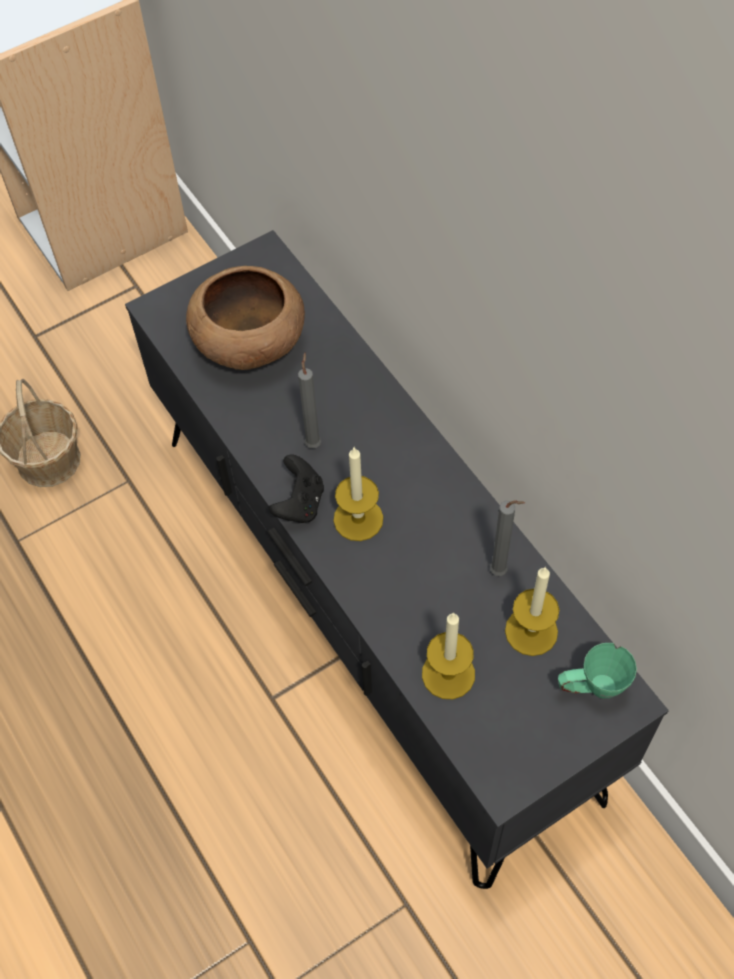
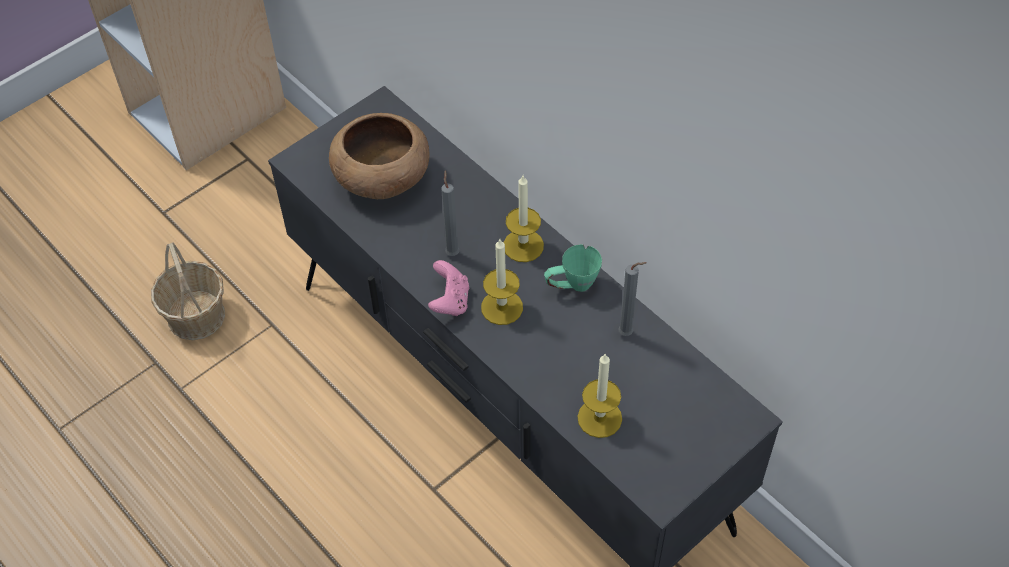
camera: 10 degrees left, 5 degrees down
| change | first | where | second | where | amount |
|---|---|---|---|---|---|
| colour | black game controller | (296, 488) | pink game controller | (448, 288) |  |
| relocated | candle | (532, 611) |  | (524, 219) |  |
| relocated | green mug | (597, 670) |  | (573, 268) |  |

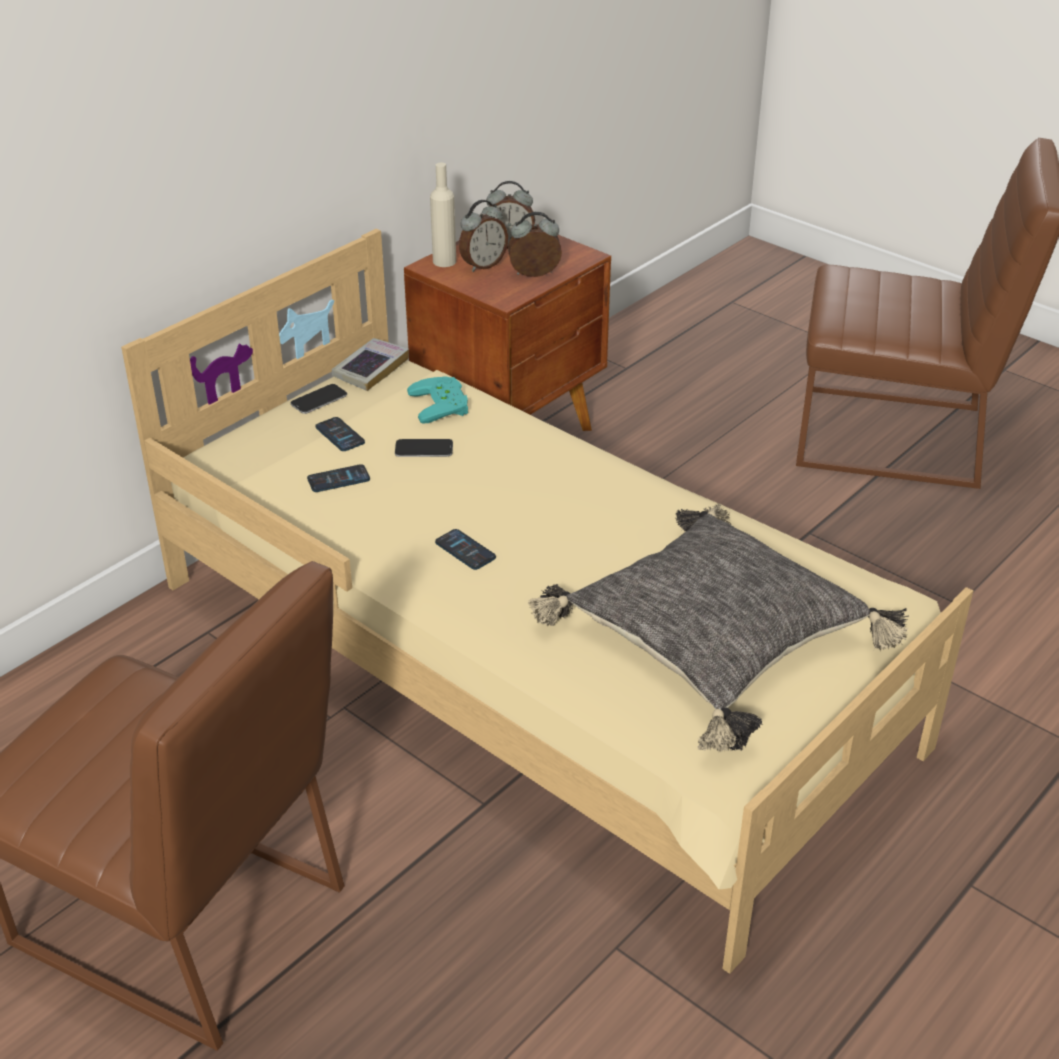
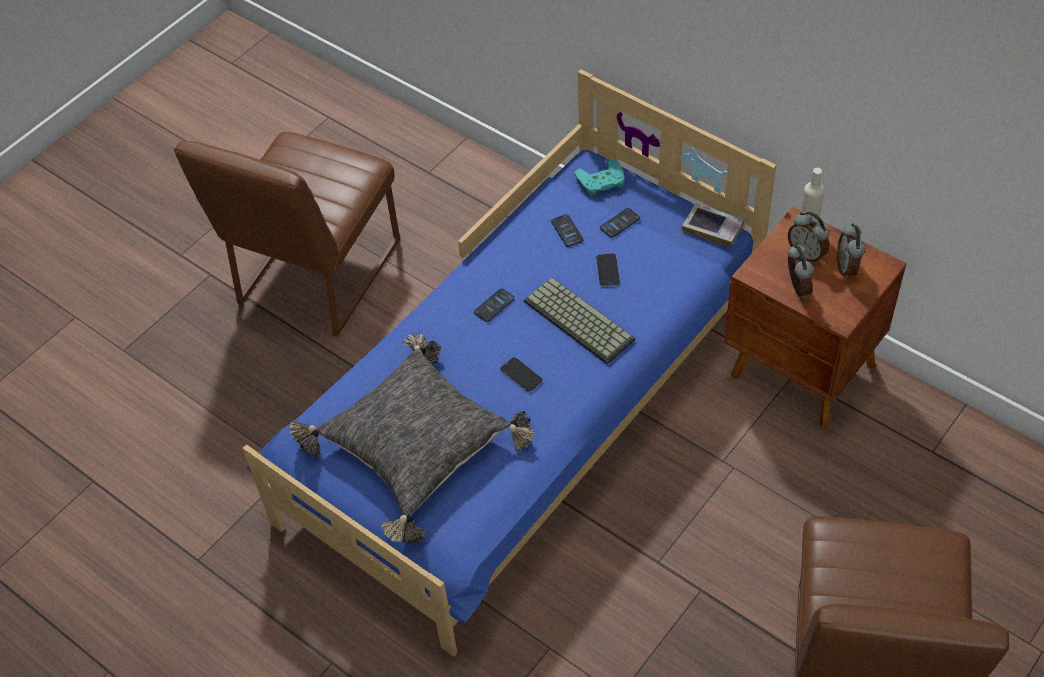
camera: 90 degrees right, 15 degrees up
| change | first | where | second | where | amount |
|---|---|---|---|---|---|
| colour | beige bed | (547, 601) | blue bed | (509, 363) |  |
| relocated | phone | (318, 399) |  | (521, 374) |  |
| appeared |  |  | keyboard | (579, 320) |  |
| relocated | turquoise game controller | (437, 400) |  | (599, 177) |  |

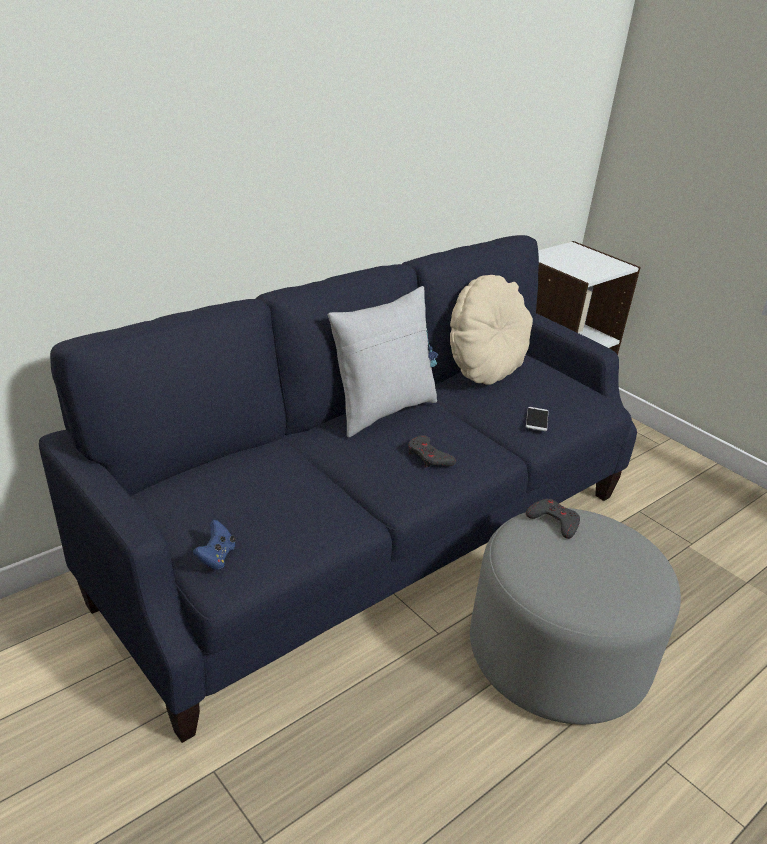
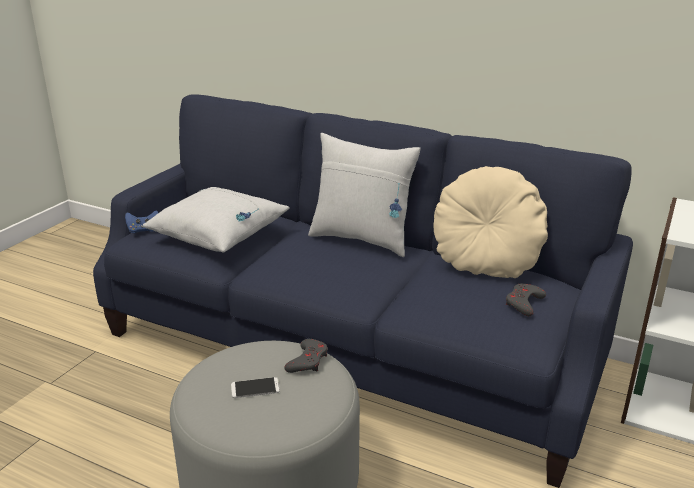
camera: 70 degrees right, 5 degrees down
| change | first | where | second | where | amount |
|---|---|---|---|---|---|
| appeared |  |  | grey pillow | (216, 220) |  |
| relocated | phone | (537, 419) |  | (255, 387) |  |
| relocated | grey game controller | (432, 451) |  | (526, 300) |  |

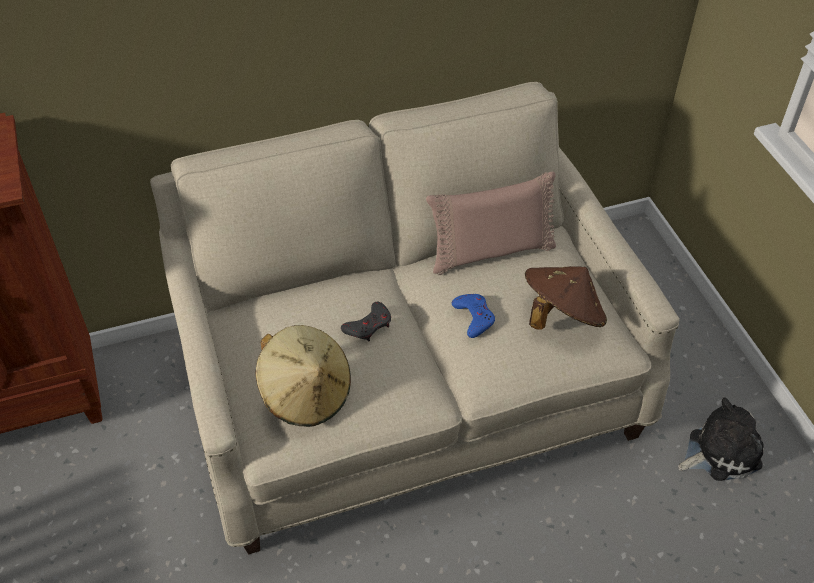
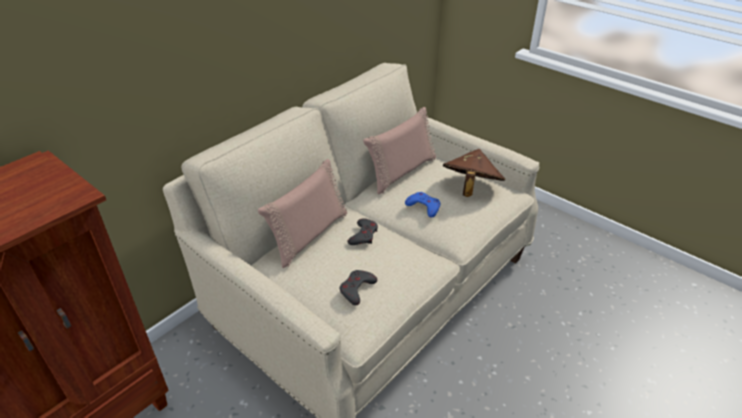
camera: 30 degrees left, 10 degrees down
| change | first | where | second | where | amount |
|---|---|---|---|---|---|
| appeared |  |  | beige pillow | (302, 213) |  |
| exchanged | beige hat | (303, 376) | grey game controller | (358, 287) |  |
| missing | plush toy | (721, 439) |  |  |  |

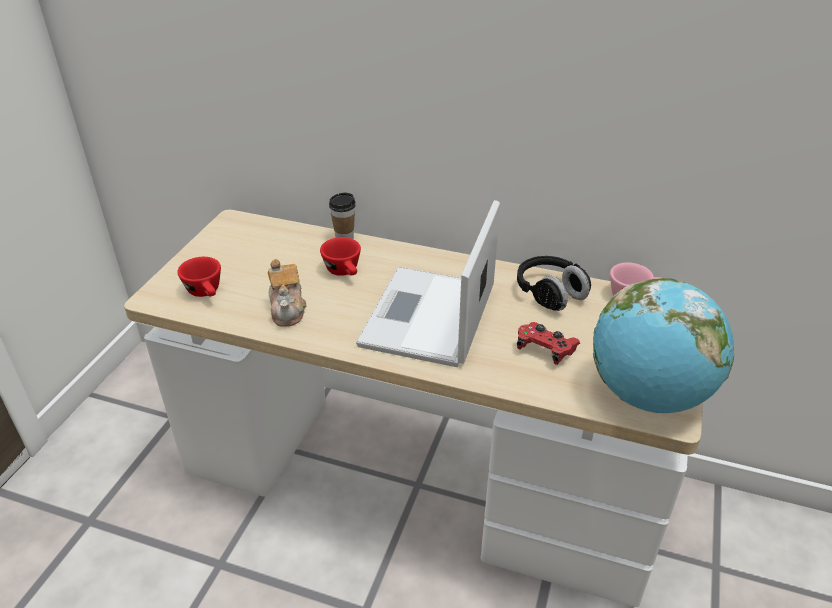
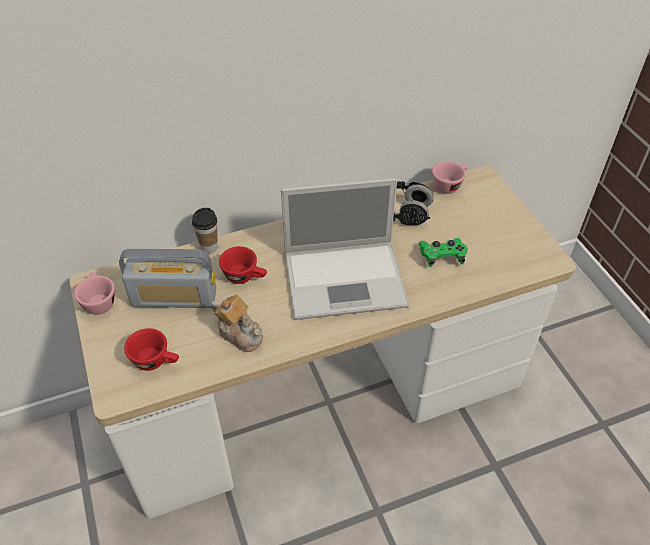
camera: 40 degrees left, 10 degrees up
| change | first | where | second | where | amount |
|---|---|---|---|---|---|
| appeared |  |  | pink cup | (94, 293) |  |
| appeared |  |  | radio | (167, 278) |  |
| spun | laptop | (428, 283) |  | (345, 248) | 75 degrees counterclockwise |
| colour | red game controller | (548, 343) | green game controller | (443, 252) |  |
| missing | globe | (663, 345) |  |  |  |

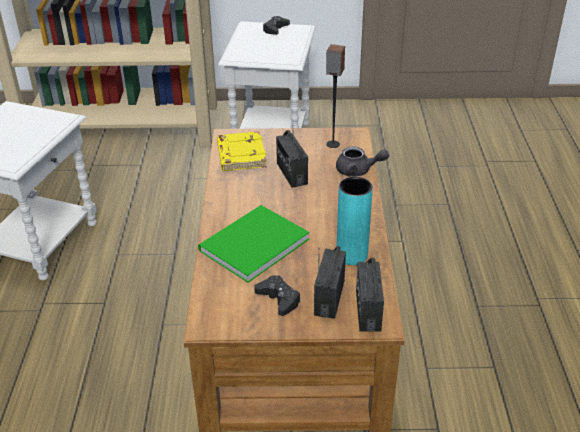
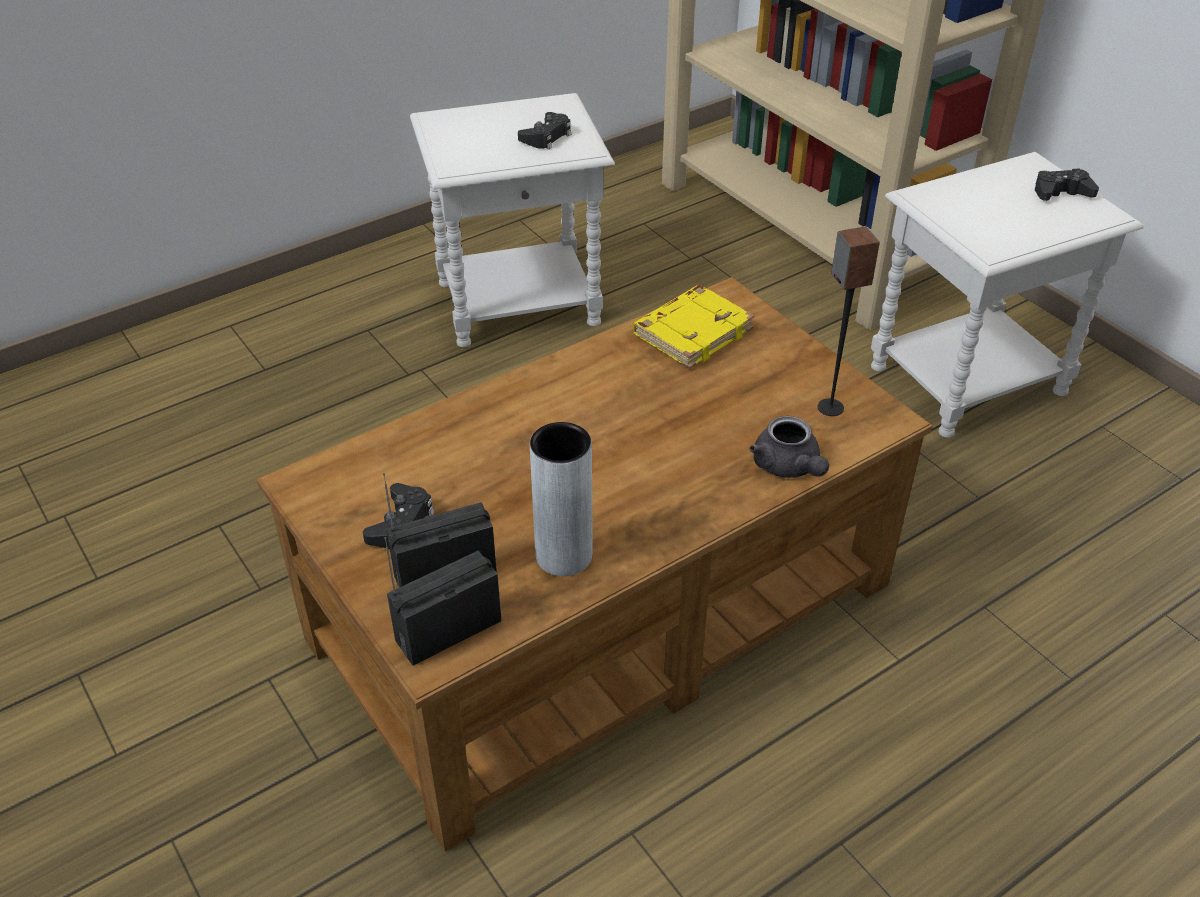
camera: 55 degrees right, 5 degrees up
| change | first | where | second | where | amount |
|---|---|---|---|---|---|
| appeared |  |  | black game controller | (544, 131) |  |
| colour | turquoise vase | (355, 221) | grey vase | (561, 499) |  |
| missing | green book | (254, 244) |  |  |  |
| missing | radio | (292, 159) |  |  |  |

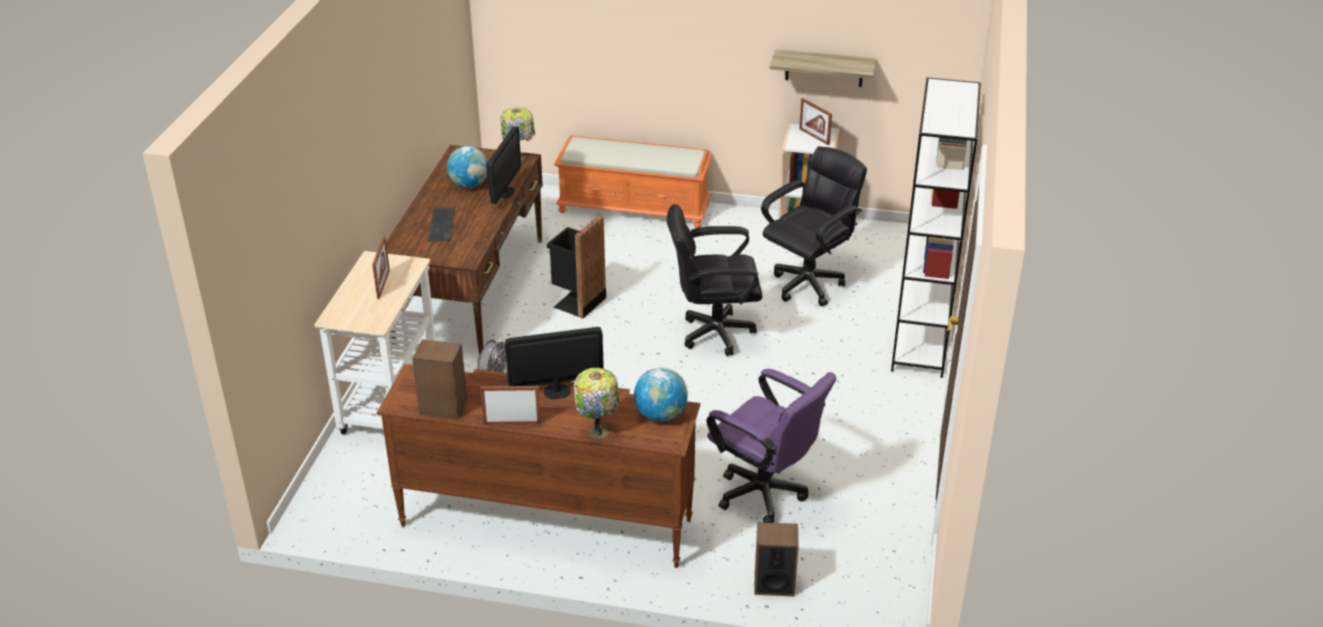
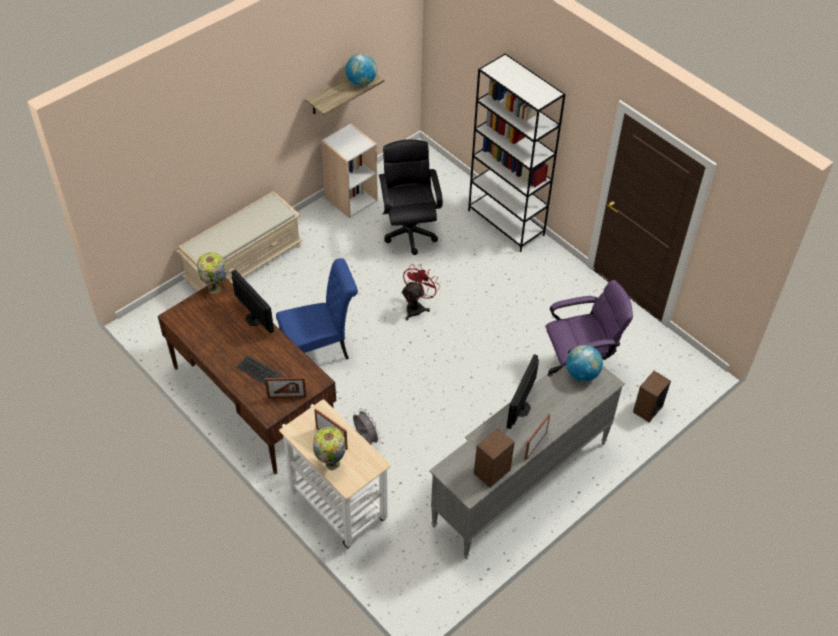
camera: 55 degrees left, 15 degrees up
| change | first | where | second | where | amount |
|---|---|---|---|---|---|
| colour | orange bench | (633, 181) | beige bench | (240, 241) |  |
| relocated | picture frame | (815, 121) |  | (286, 387) |  |
| exchanged | black trash can | (576, 266) | blue chair | (317, 309) |  |
| relocated | table lamp | (596, 403) |  | (329, 449) |  |
| relocated | globe | (467, 167) |  | (361, 70) |  |
| exchanged | black office chair | (714, 280) | red fan | (420, 292) |  |
| colour | brown cabinet | (539, 466) | grey cabinet | (527, 462) |  |

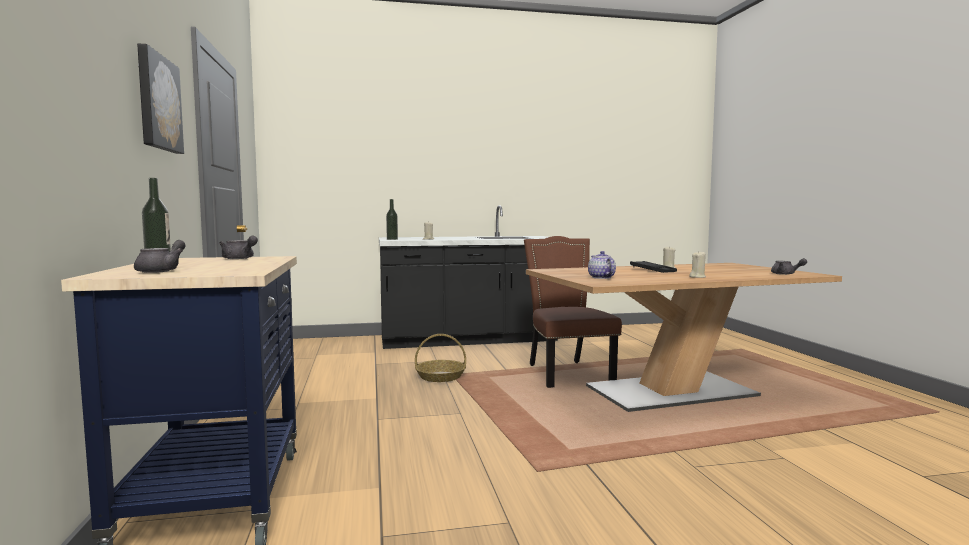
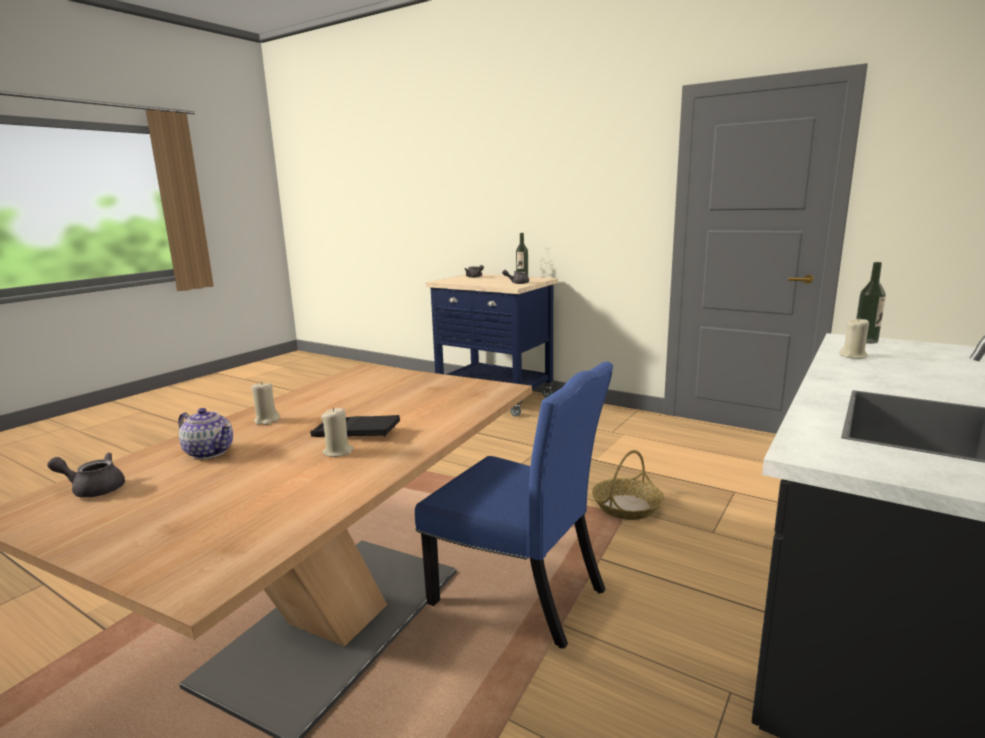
camera: 135 degrees right, 10 degrees up
| change | first | where | second | where | amount |
|---|---|---|---|---|---|
| relocated | teapot | (602, 265) |  | (205, 433) |  |
| colour | brown chair | (573, 312) | blue chair | (514, 505) |  |
| missing | picture | (160, 98) |  |  |  |

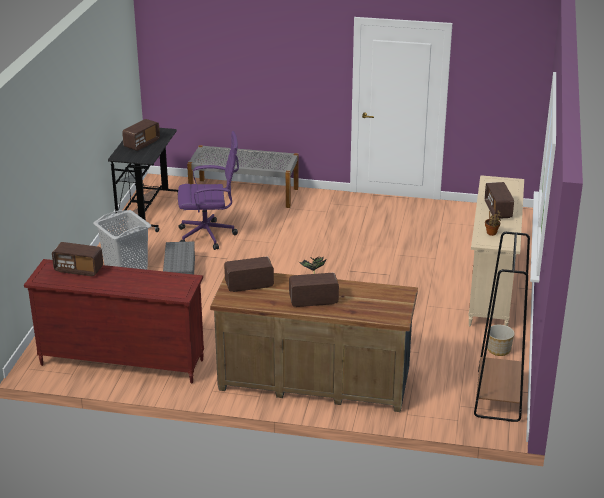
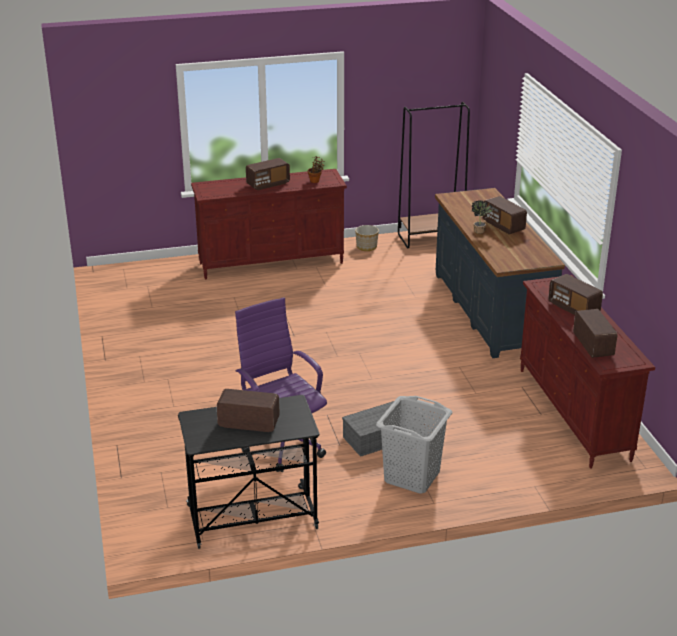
camera: 115 degrees left, 0 degrees up
| change | first | where | second | where | amount |
|---|---|---|---|---|---|
| colour | beige dresser | (496, 250) | red dresser | (269, 224) |  |
| relocated | radio | (249, 274) |  | (575, 294) |  |
| missing | grey bench | (242, 176) |  |  |  |

